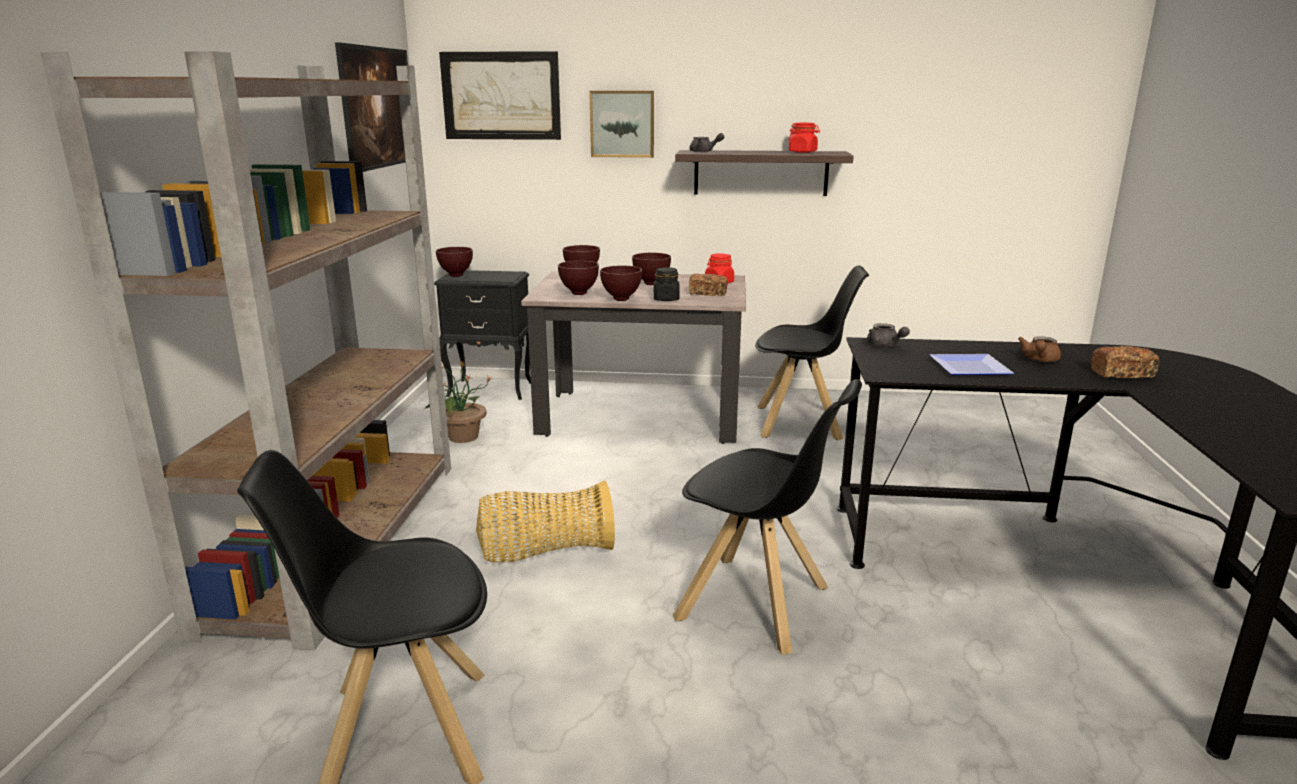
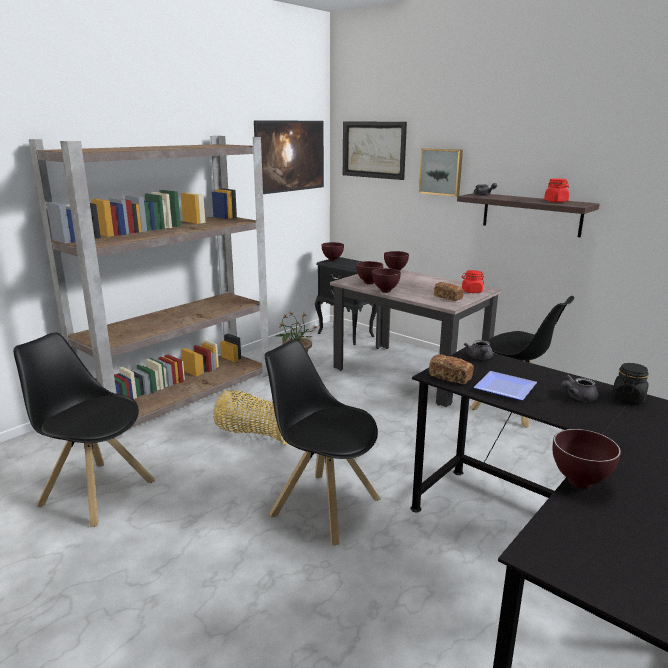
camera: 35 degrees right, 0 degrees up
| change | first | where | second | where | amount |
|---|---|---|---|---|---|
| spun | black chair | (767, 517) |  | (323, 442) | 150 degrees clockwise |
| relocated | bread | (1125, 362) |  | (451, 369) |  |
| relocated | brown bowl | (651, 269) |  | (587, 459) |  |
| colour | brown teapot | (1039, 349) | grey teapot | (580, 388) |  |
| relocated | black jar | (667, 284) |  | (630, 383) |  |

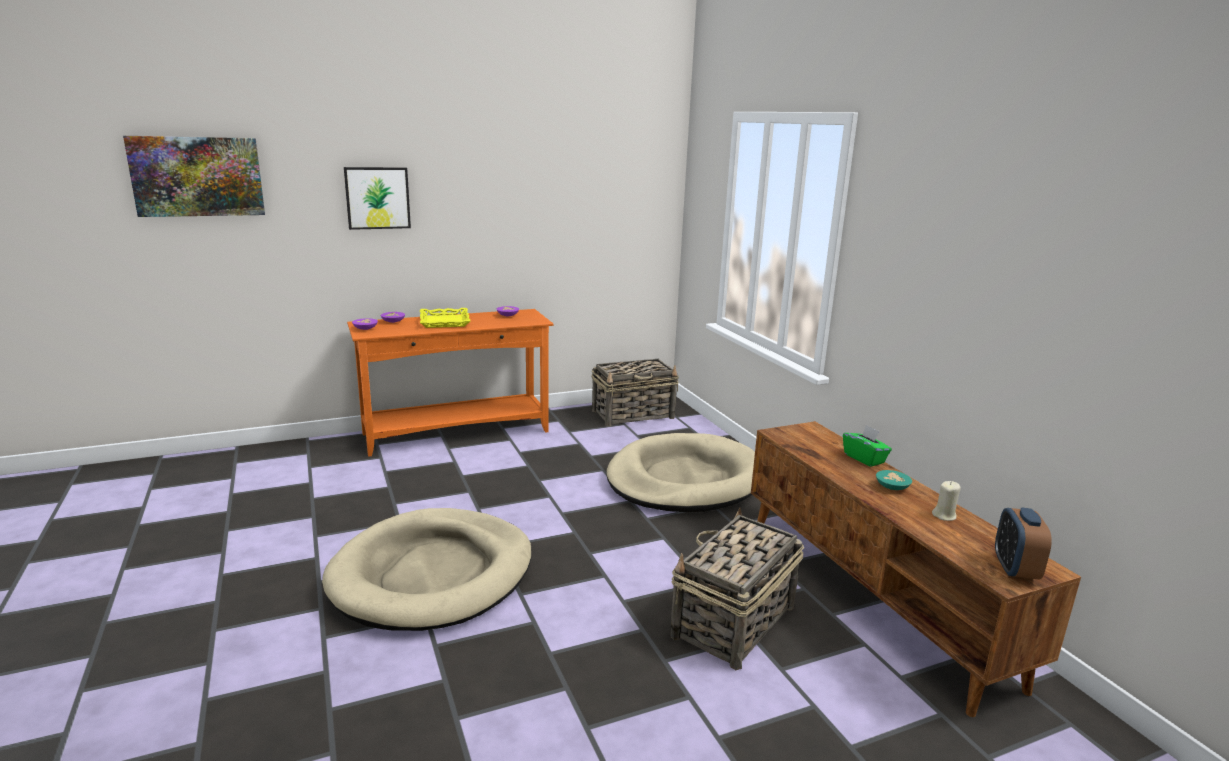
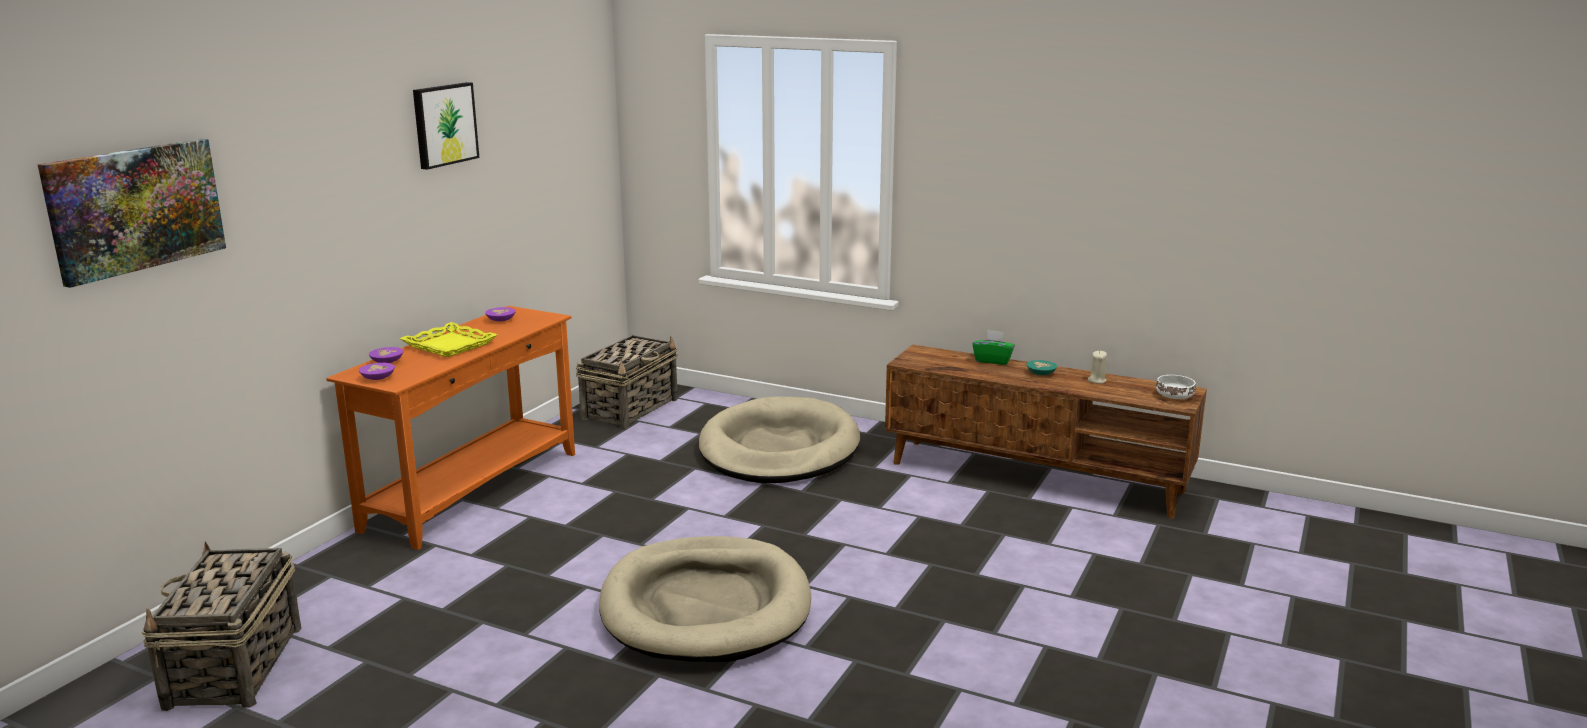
camera: 40 degrees left, 0 degrees up
| change | first | where | second | where | amount |
|---|---|---|---|---|---|
| relocated | basket | (737, 588) |  | (222, 626) |  |
| relocated | picture | (377, 198) |  | (446, 126) |  |
| exchanged | alarm clock | (1023, 544) | white bowl | (1176, 387) |  |

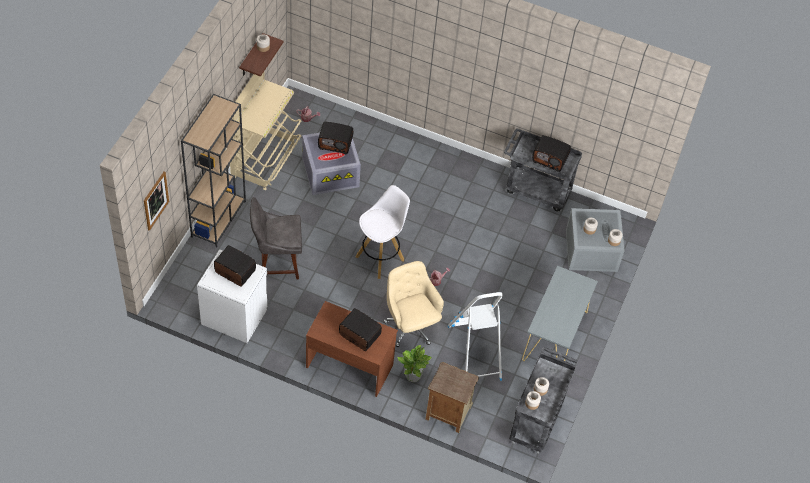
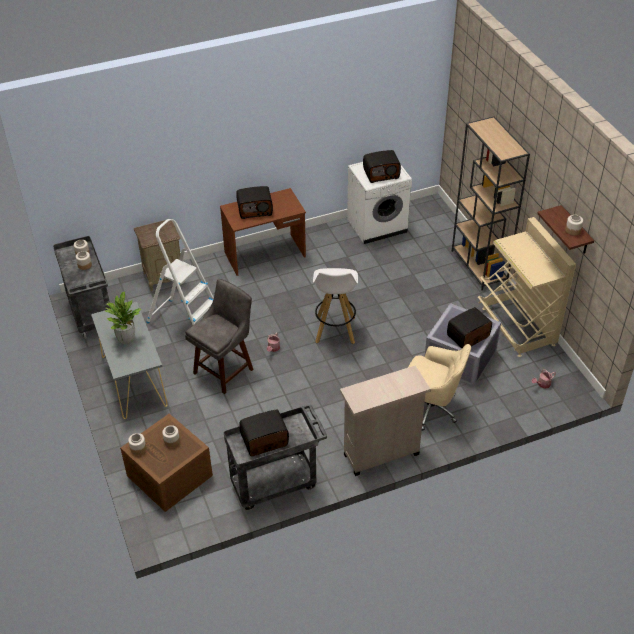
camera: 140 degrees right, 10 degrees down
| change | first | where | second | where | amount |
|---|---|---|---|---|---|
| relocated | potted plant | (414, 363) |  | (123, 317) |  |
| colour | grey storage box | (595, 240) | brown storage box | (166, 463) |  |
| relocated | grey stool | (276, 238) |  | (219, 336) |  |
| appeared |  |  | beige cabinet | (385, 420) |  |
| relocated | beige office chair | (414, 304) |  | (439, 387) |  |
| missing | picture | (156, 201) |  |  |  |

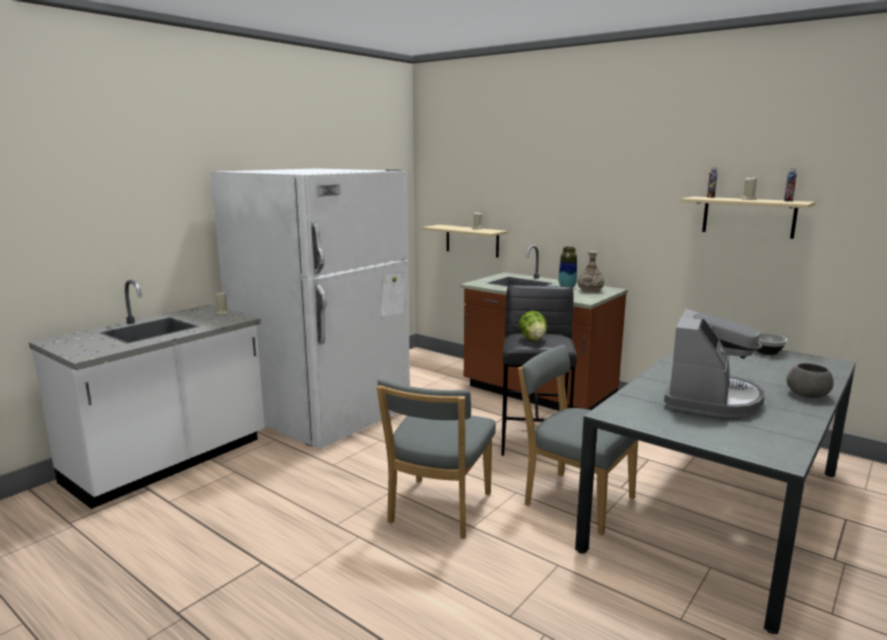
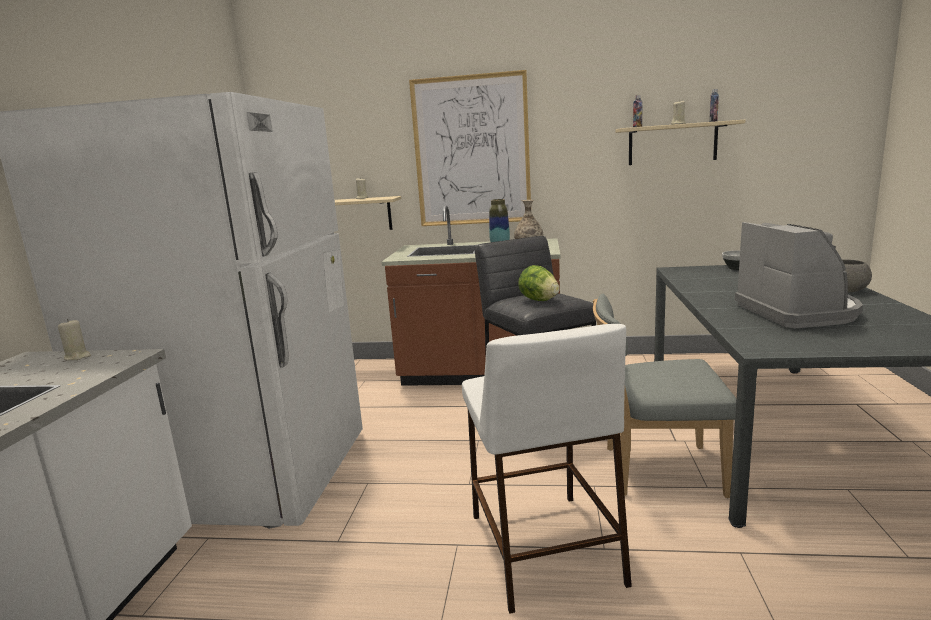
camera: 30 degrees left, 0 degrees up
| change | first | where | second | where | amount |
|---|---|---|---|---|---|
| appeared |  |  | picture | (470, 148) |  |
| exchanged | grey chair | (436, 459) | white stool | (547, 469) |  |

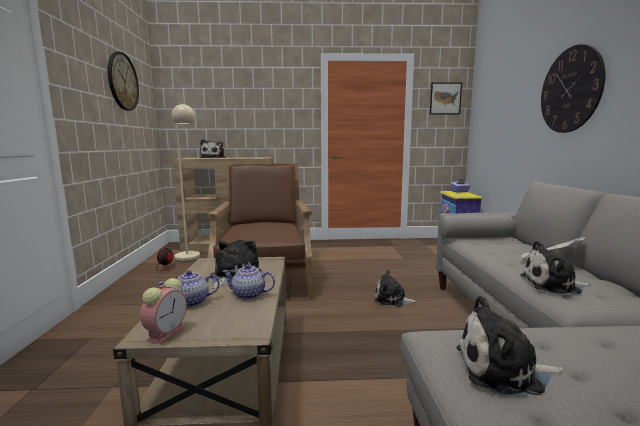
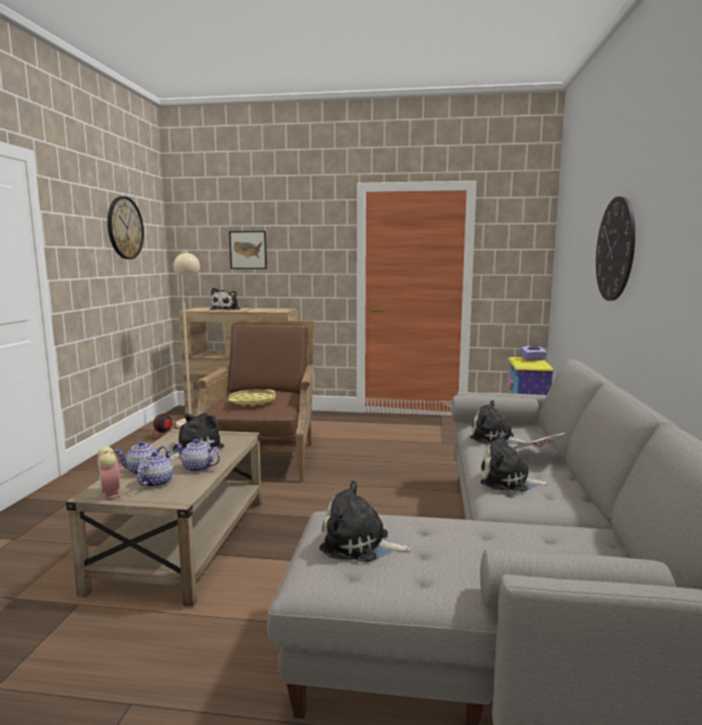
camera: 10 degrees right, 0 degrees up
| change | first | where | second | where | amount |
|---|---|---|---|---|---|
| spun | alarm clock | (163, 311) |  | (110, 473) | 120 degrees clockwise |
| appeared |  |  | teapot | (155, 468) |  |
| appeared |  |  | yellow tray | (252, 398) |  |
| relocated | picture | (446, 98) |  | (248, 250) |  |
| relocated | plush toy | (396, 288) |  | (499, 422) |  |

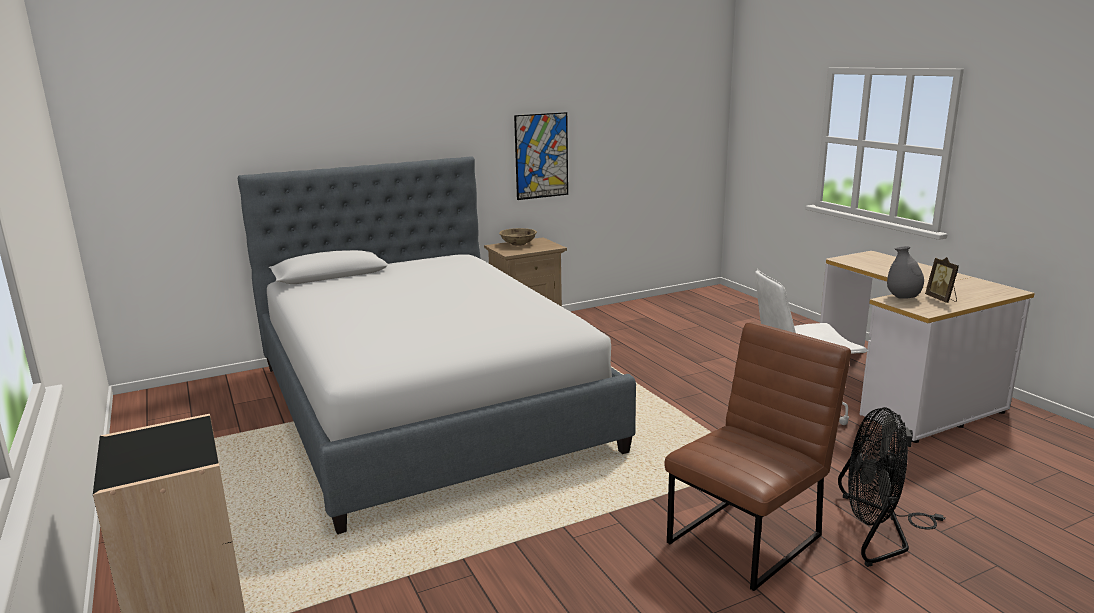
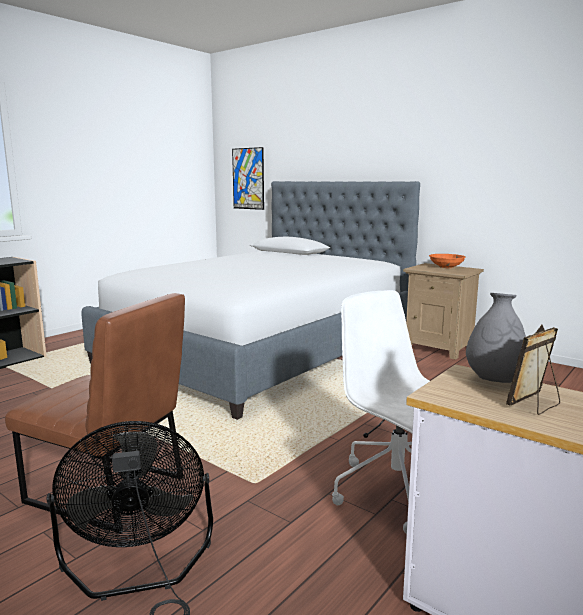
camera: 65 degrees right, 5 degrees down
| change | first | where | second | where | amount |
|---|---|---|---|---|---|
| relocated | picture | (541, 156) |  | (248, 178) |  |
| colour | beige bowl | (518, 237) | orange bowl | (447, 261) |  |

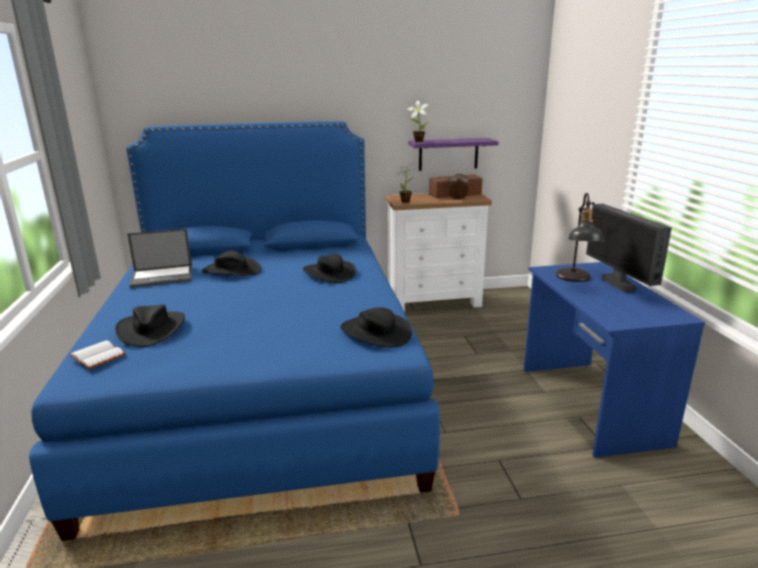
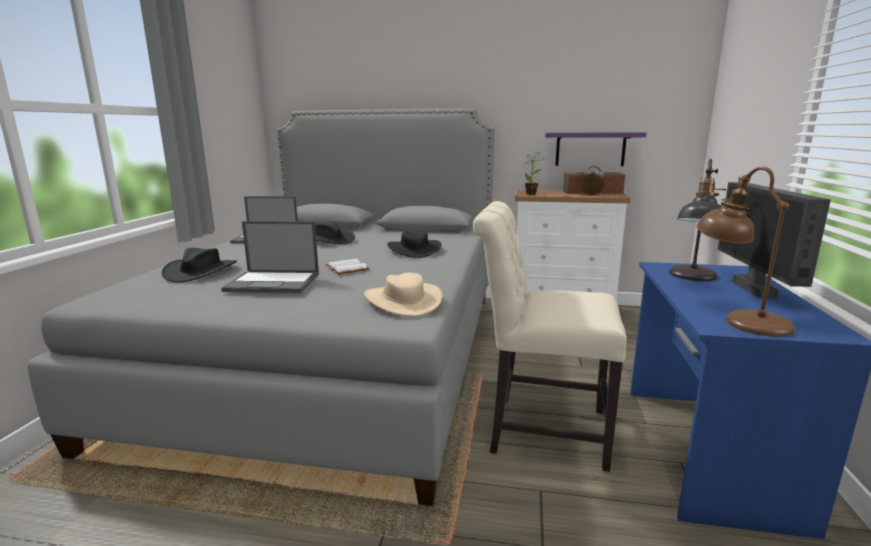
camera: 20 degrees right, 5 degrees down
| change | first | where | second | where | amount |
|---|---|---|---|---|---|
| colour | blue bed | (234, 331) | grey bed | (261, 307) |  |
| appeared |  |  | laptop | (270, 257) |  |
| relocated | white book | (98, 354) |  | (347, 266) |  |
| colour | black hat | (376, 327) | beige hat | (403, 295) |  |
| appeared |  |  | beige chair | (550, 336) |  |
| appeared |  |  | brown table lamp | (746, 252) |  |
| missing | potted plant | (418, 121) |  |  |  |

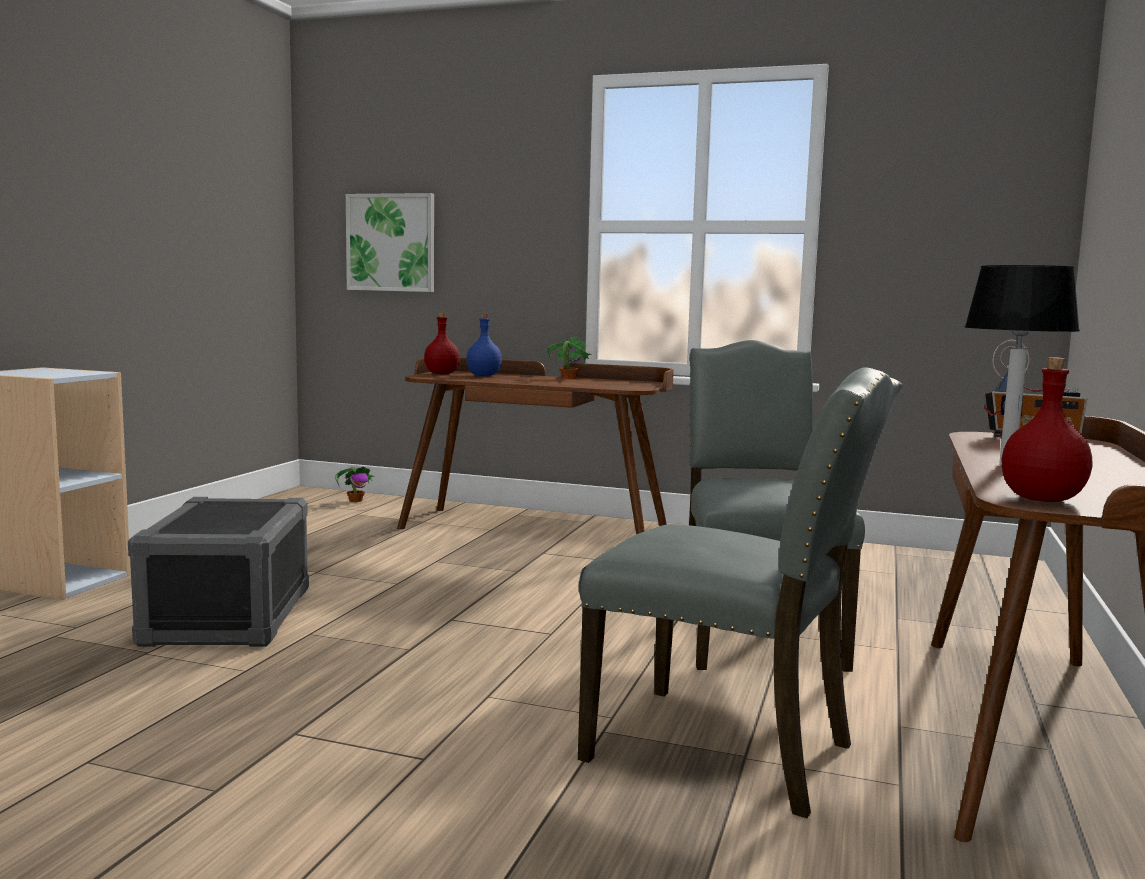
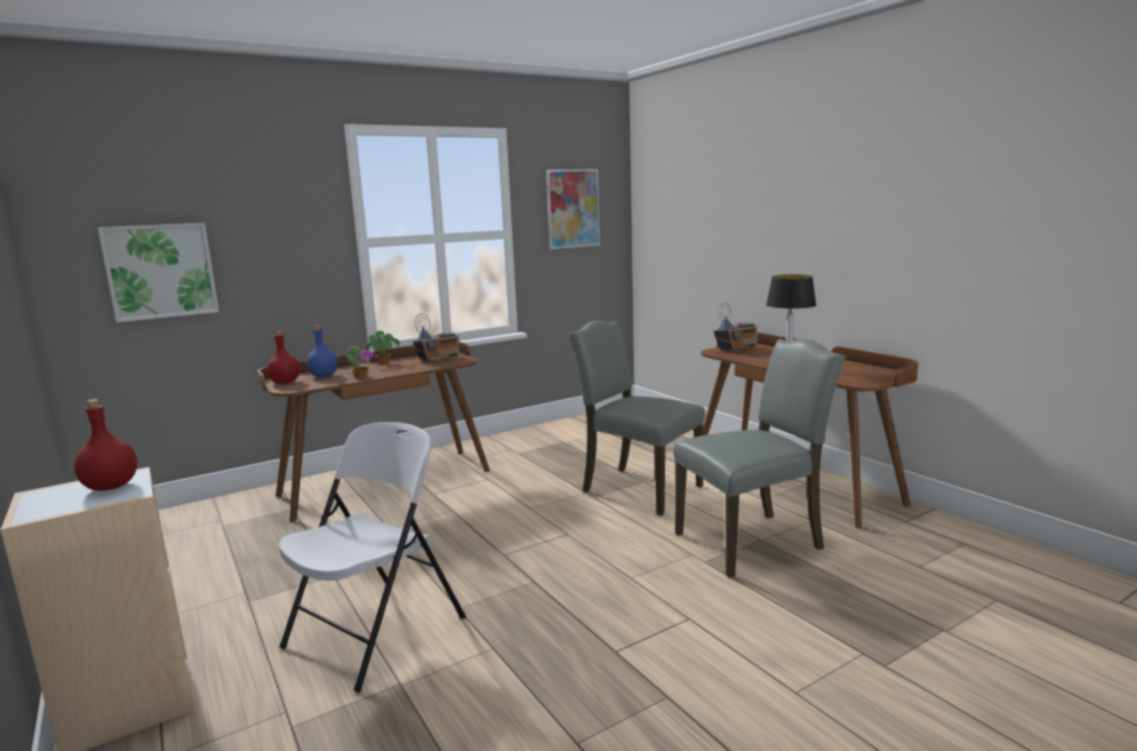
camera: 50 degrees left, 5 degrees up
| change | first | where | second | where | amount |
|---|---|---|---|---|---|
| relocated | red bottle | (1047, 429) |  | (105, 445) |  |
| exchanged | grey storage box | (218, 572) | white chair | (372, 557) |  |
| relocated | potted plant | (355, 484) |  | (360, 360) |  |
| appeared |  |  | radio | (436, 337) |  |
| appeared |  |  | picture | (573, 209) |  |

